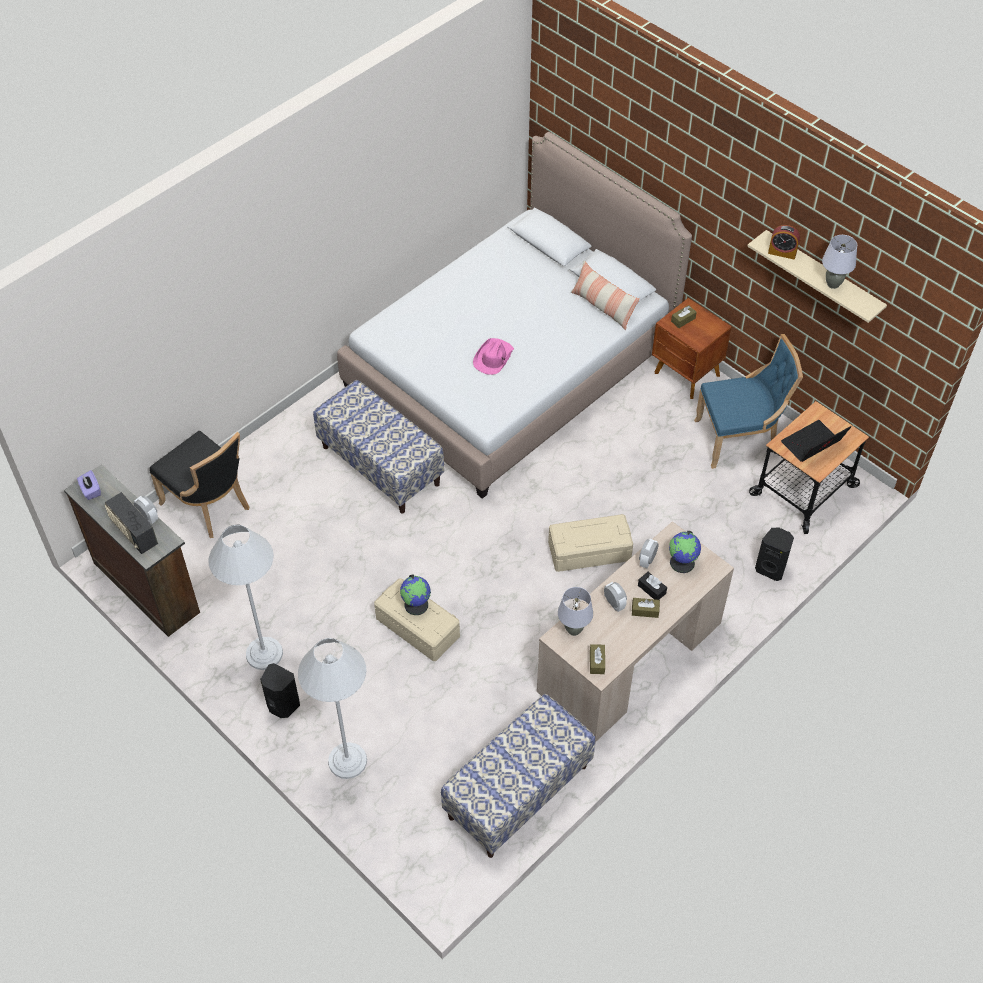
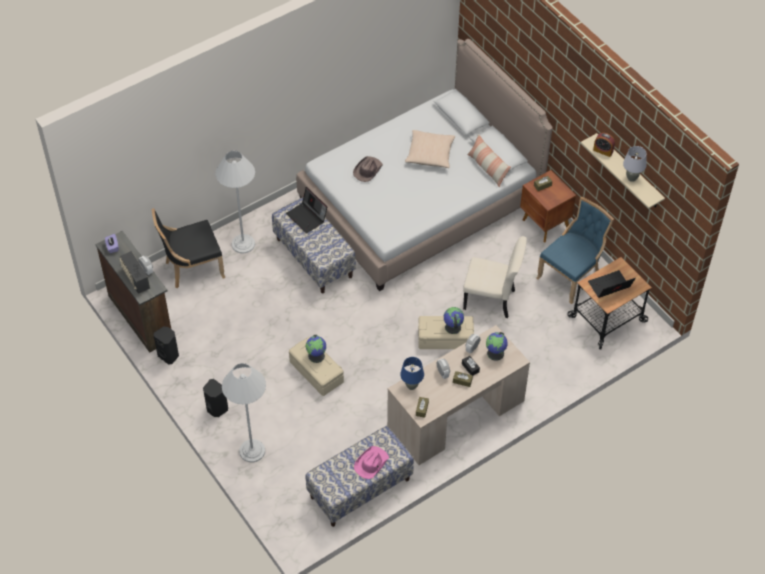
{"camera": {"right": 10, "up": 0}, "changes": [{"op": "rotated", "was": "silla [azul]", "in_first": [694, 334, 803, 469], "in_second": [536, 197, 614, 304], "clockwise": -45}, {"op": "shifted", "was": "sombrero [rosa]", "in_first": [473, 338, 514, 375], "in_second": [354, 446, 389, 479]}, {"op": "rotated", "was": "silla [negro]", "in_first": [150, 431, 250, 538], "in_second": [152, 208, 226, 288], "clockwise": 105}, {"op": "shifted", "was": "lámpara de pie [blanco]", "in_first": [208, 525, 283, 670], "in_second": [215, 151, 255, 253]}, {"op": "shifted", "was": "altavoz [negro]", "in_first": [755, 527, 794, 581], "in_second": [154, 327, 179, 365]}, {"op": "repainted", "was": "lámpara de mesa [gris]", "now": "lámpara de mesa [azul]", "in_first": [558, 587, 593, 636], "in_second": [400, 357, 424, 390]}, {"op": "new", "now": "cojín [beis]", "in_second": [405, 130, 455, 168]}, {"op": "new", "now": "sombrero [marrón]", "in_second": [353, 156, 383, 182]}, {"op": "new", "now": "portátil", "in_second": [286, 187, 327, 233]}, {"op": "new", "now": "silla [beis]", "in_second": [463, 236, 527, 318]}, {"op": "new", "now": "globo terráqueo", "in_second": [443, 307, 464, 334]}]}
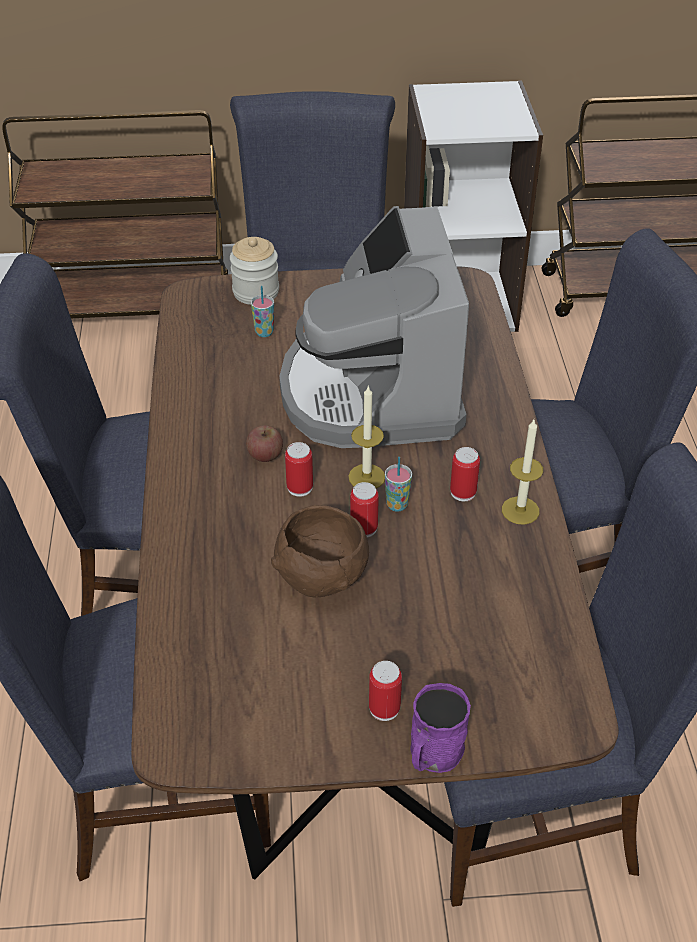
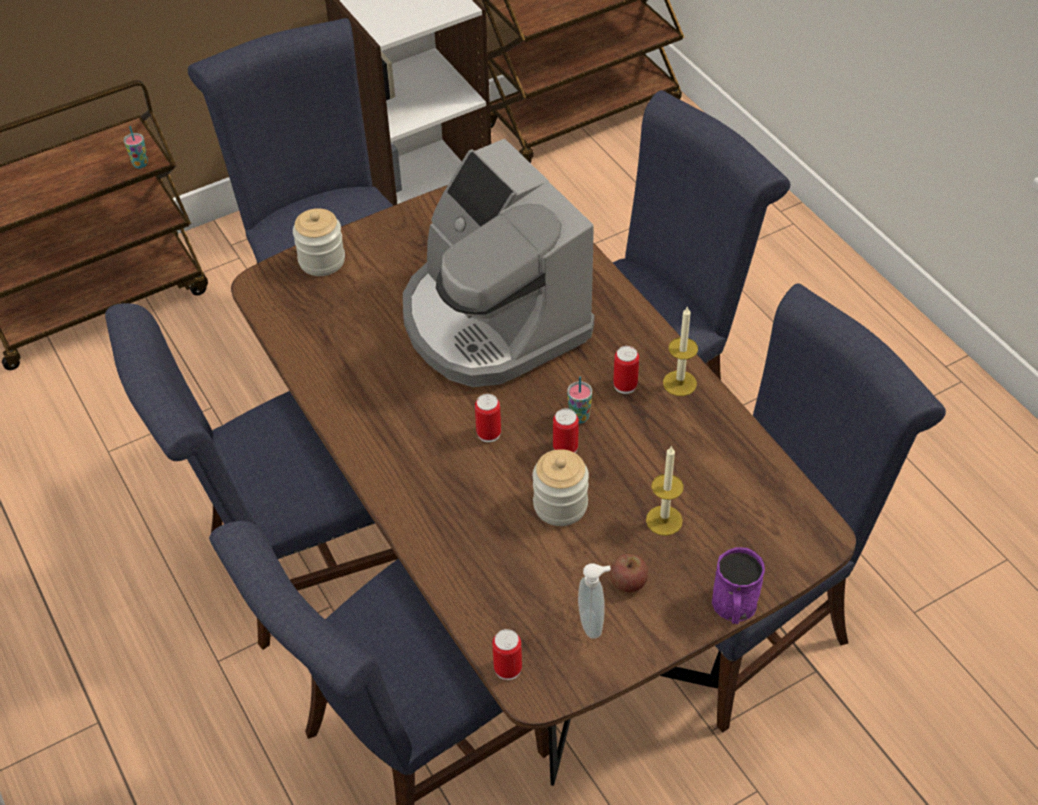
{"camera": {"right": -25, "up": 5}, "changes": [{"op": "shifted", "was": "taza", "in_first": [251, 286, 274, 337], "in_second": [124, 126, 148, 168]}, {"op": "shifted", "was": "vela", "in_first": [348, 385, 385, 488], "in_second": [646, 445, 684, 536]}, {"op": "shifted", "was": "manzana", "in_first": [246, 425, 283, 462], "in_second": [610, 554, 648, 593]}, {"op": "swapped", "was": "cuenco [marrón]", "now": "tarro", "in_first": [271, 505, 369, 598], "in_second": [533, 449, 589, 526]}, {"op": "shifted", "was": "lata", "in_first": [369, 661, 402, 721], "in_second": [492, 629, 522, 680]}, {"op": "new", "now": "dispensador de jabón", "in_second": [578, 563, 611, 639]}]}
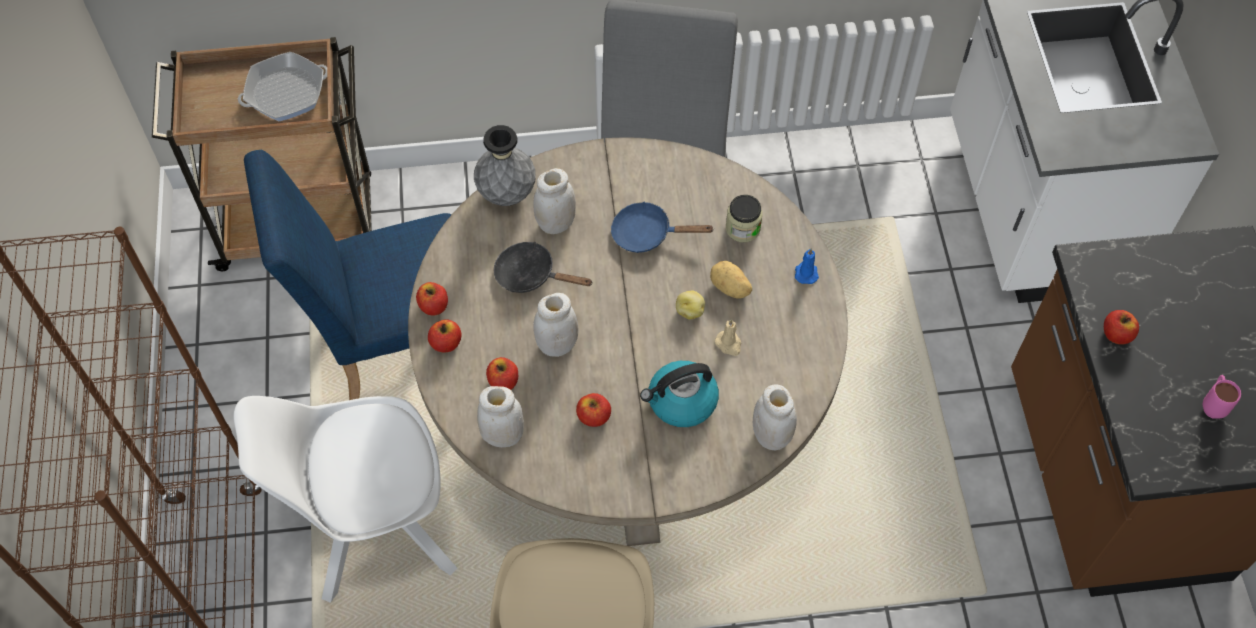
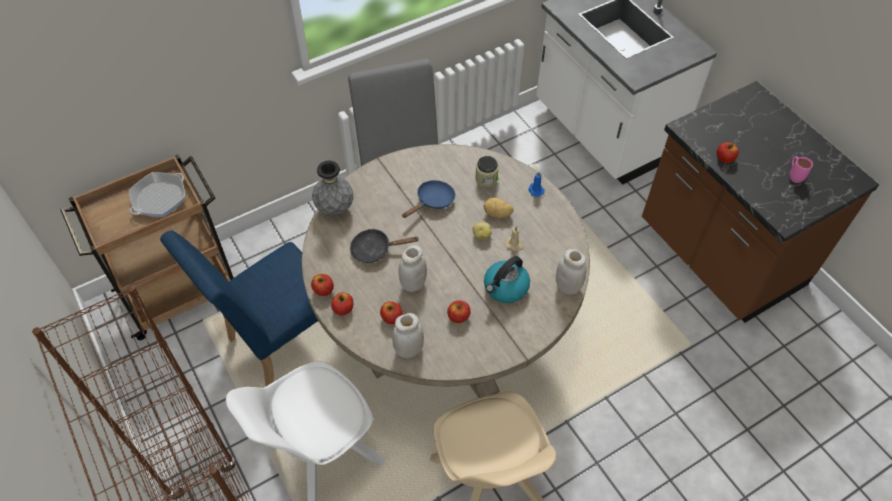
{"camera": {"right": -25, "up": -5}, "changes": [{"op": "gone", "was": "tarro [blanco]", "in_first": [533, 168, 576, 234]}, {"op": "rotated", "was": "sartén [azul]", "in_first": [611, 201, 714, 253], "in_second": [402, 180, 455, 218], "clockwise": 150}]}
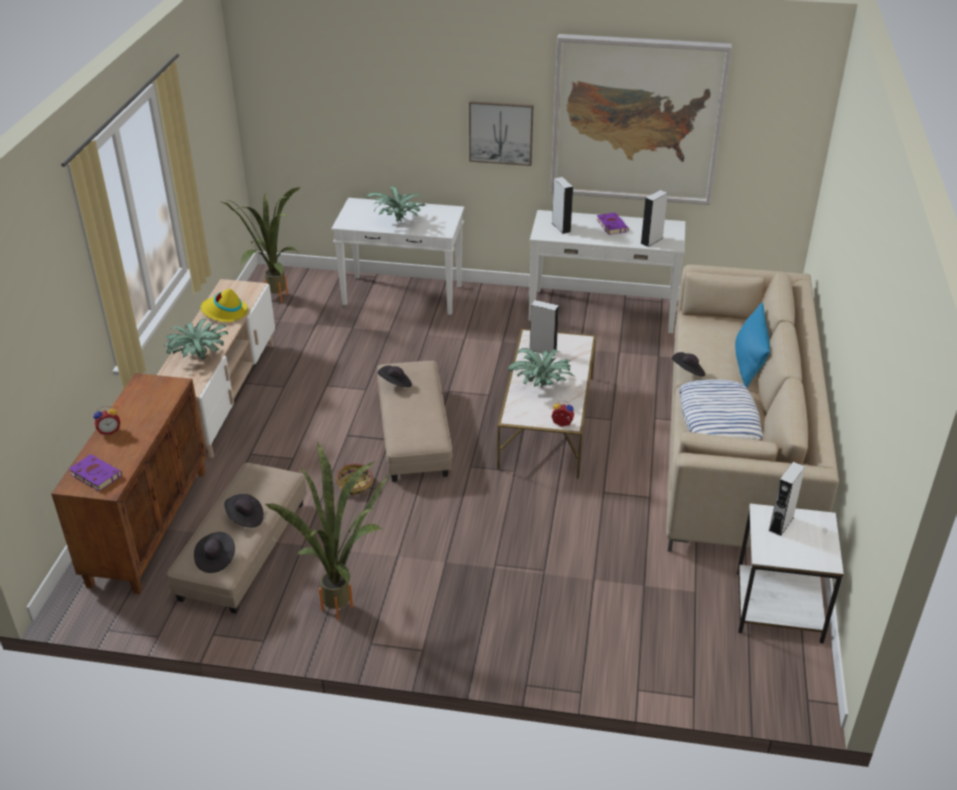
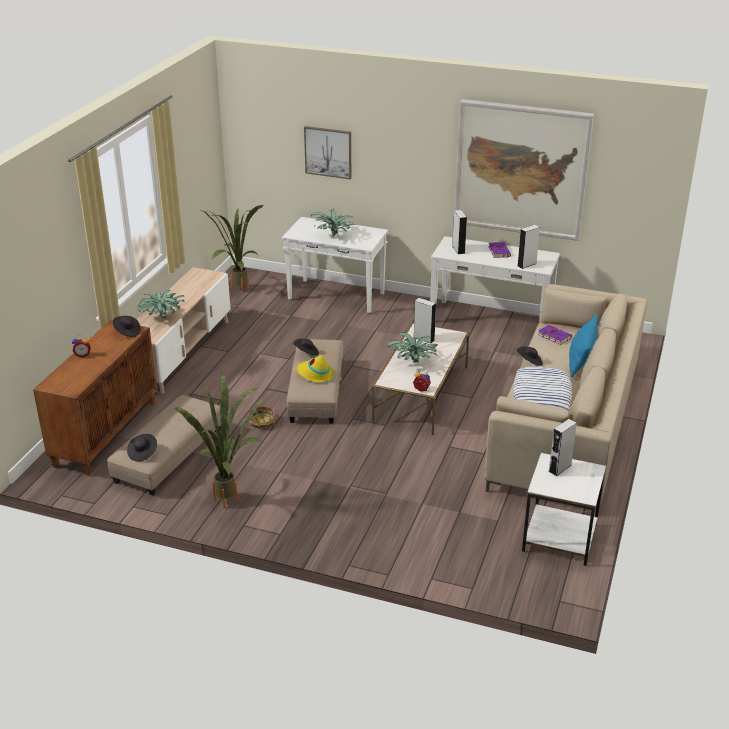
{"camera": {"right": 10, "up": -5}, "changes": [{"op": "shifted", "was": "cuadro", "in_first": [469, 100, 534, 166], "in_second": [304, 126, 351, 179]}, {"op": "shifted", "was": "sombrero [amarillo]", "in_first": [201, 289, 248, 322], "in_second": [297, 355, 334, 382]}, {"op": "shifted", "was": "libro [morado]", "in_first": [69, 454, 122, 491], "in_second": [538, 325, 572, 345]}, {"op": "shifted", "was": "sombrero [negro]", "in_first": [224, 494, 264, 528], "in_second": [113, 316, 141, 337]}]}
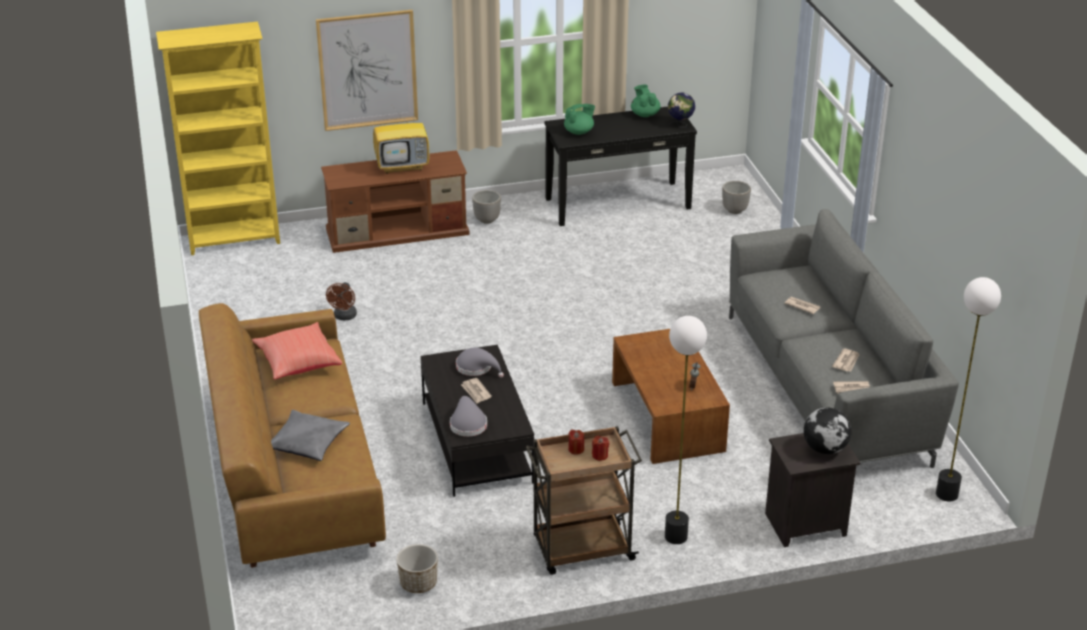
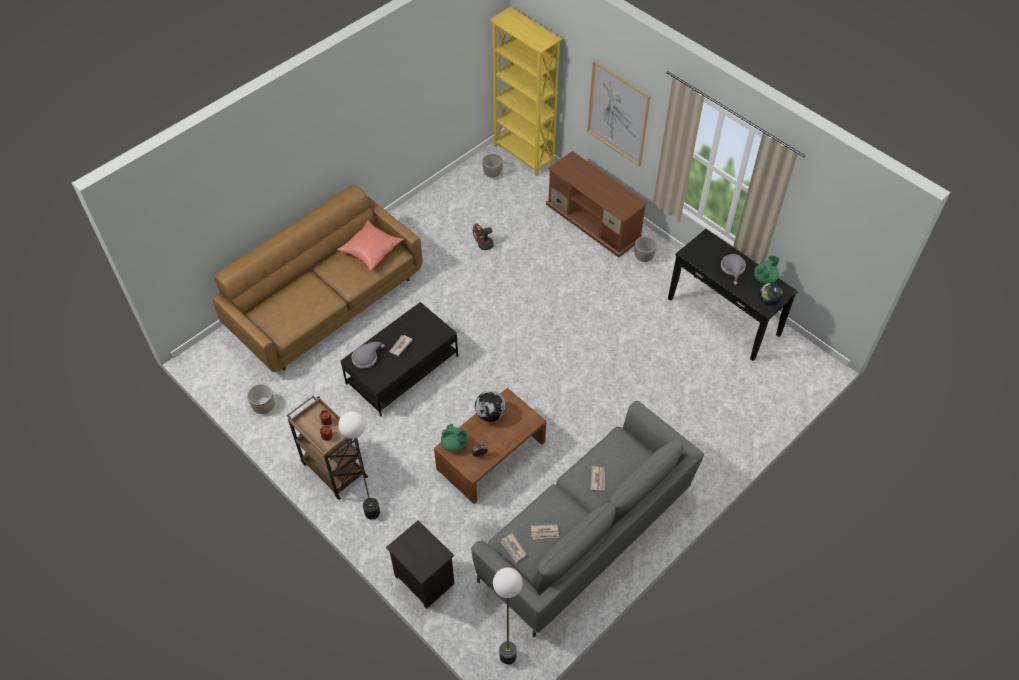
{"camera": {"right": 60, "up": 20}, "changes": [{"op": "shifted", "was": "tetera [verde]", "in_first": [564, 104, 595, 135], "in_second": [441, 424, 469, 452]}, {"op": "gone", "was": "televisor", "in_first": [373, 106, 429, 174]}, {"op": "shifted", "was": "maceta", "in_first": [722, 181, 751, 214], "in_second": [482, 154, 503, 178]}, {"op": "shifted", "was": "sombrero [gris]", "in_first": [456, 348, 504, 378], "in_second": [721, 254, 746, 285]}, {"op": "shifted", "was": "globo terráqueo", "in_first": [804, 408, 851, 454], "in_second": [475, 391, 506, 422]}, {"op": "gone", "was": "cojín [gris]", "in_first": [271, 410, 350, 461]}]}
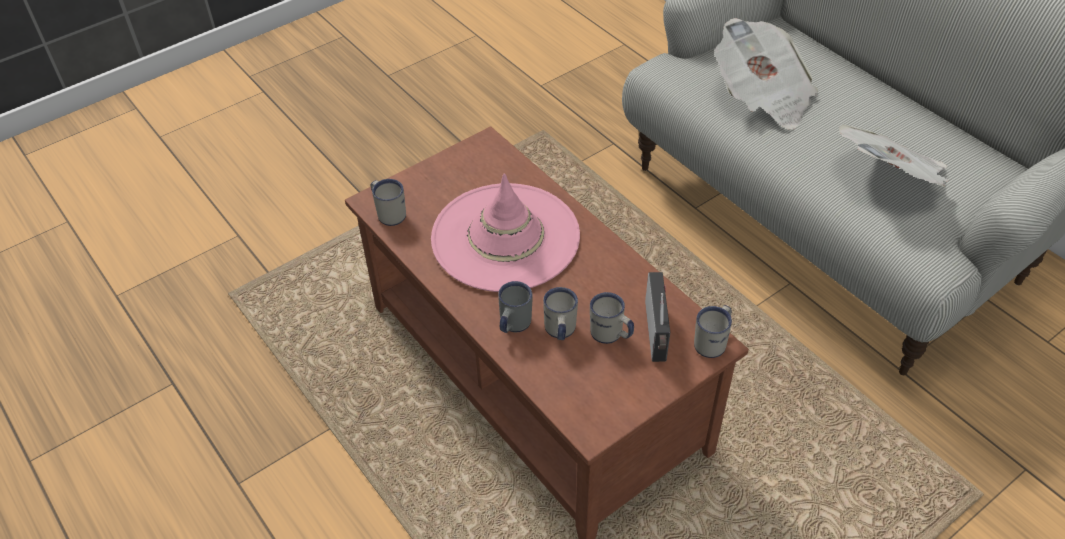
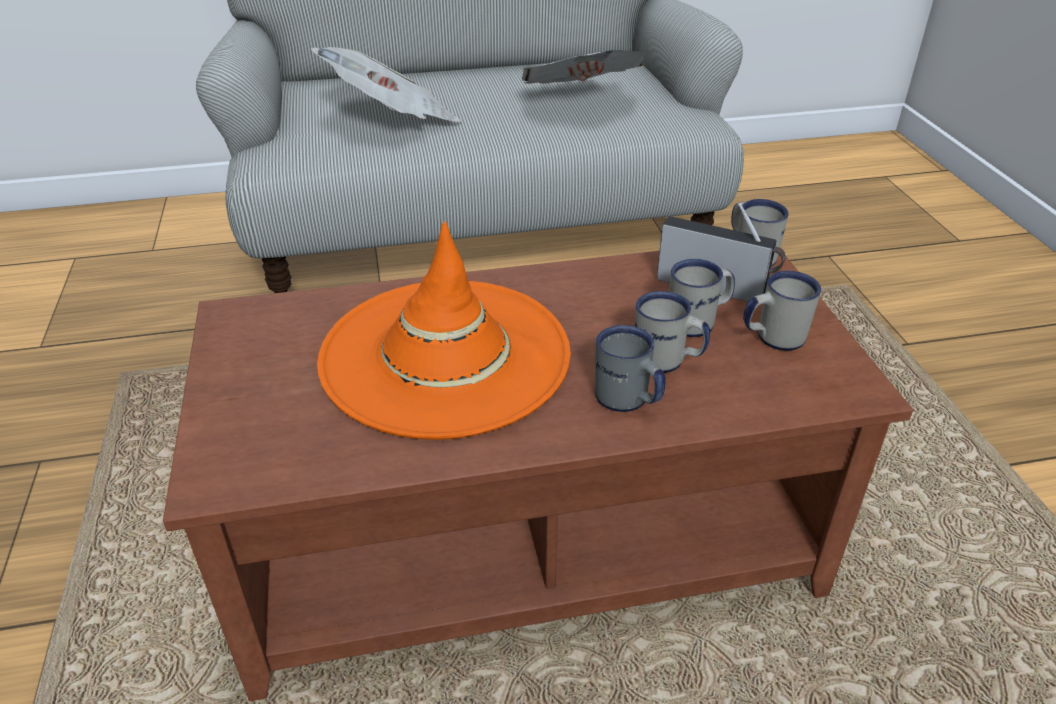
{"camera": {"right": -65, "up": -10}, "changes": [{"op": "repainted", "was": "sombrero [rosa]", "now": "sombrero [naranja]", "in_first": [431, 173, 580, 292], "in_second": [317, 221, 571, 440]}, {"op": "shifted", "was": "taza grande [blanco]", "in_first": [371, 179, 406, 226], "in_second": [743, 271, 821, 351]}]}
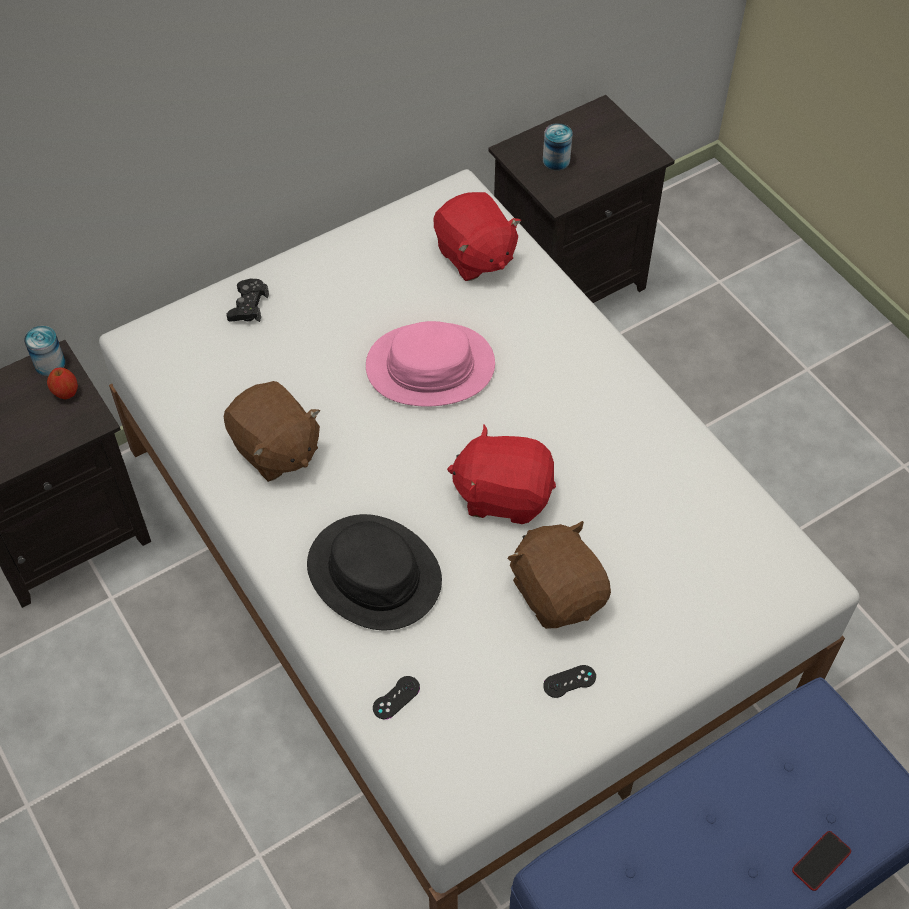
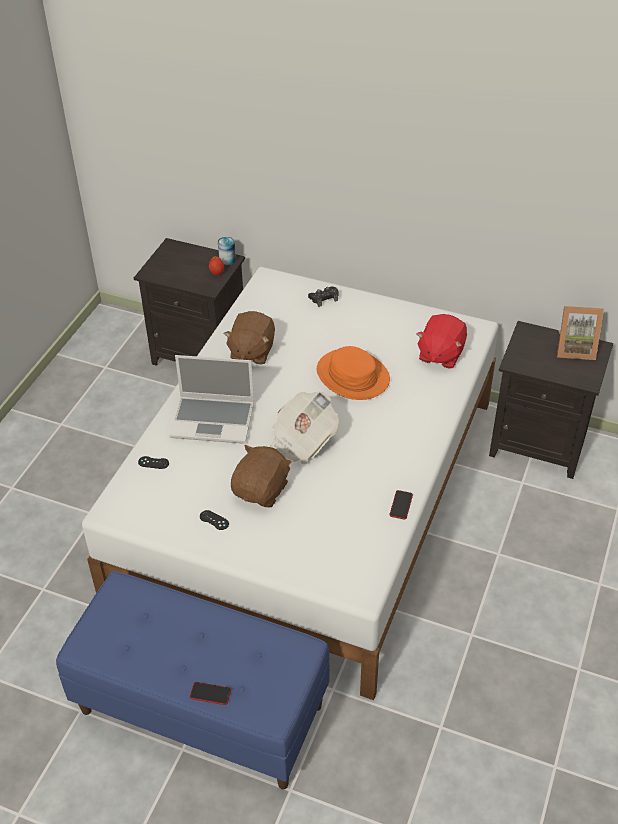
{"camera": {"right": 55, "up": -10}, "changes": [{"op": "gone", "was": "lata", "in_first": [543, 123, 573, 170]}, {"op": "repainted", "was": "sombrero [rosa]", "now": "sombrero [naranja]", "in_first": [366, 321, 495, 407], "in_second": [317, 346, 390, 400]}, {"op": "swapped", "was": "peluche [rojo]", "now": "periódico", "in_first": [447, 424, 556, 524], "in_second": [269, 392, 339, 464]}, {"op": "swapped", "was": "sombrero [negro]", "now": "portátil", "in_first": [307, 514, 442, 630], "in_second": [169, 355, 254, 444]}, {"op": "new", "now": "portarretratos", "in_second": [557, 306, 604, 360]}, {"op": "new", "now": "móvil", "in_second": [389, 490, 413, 520]}]}
